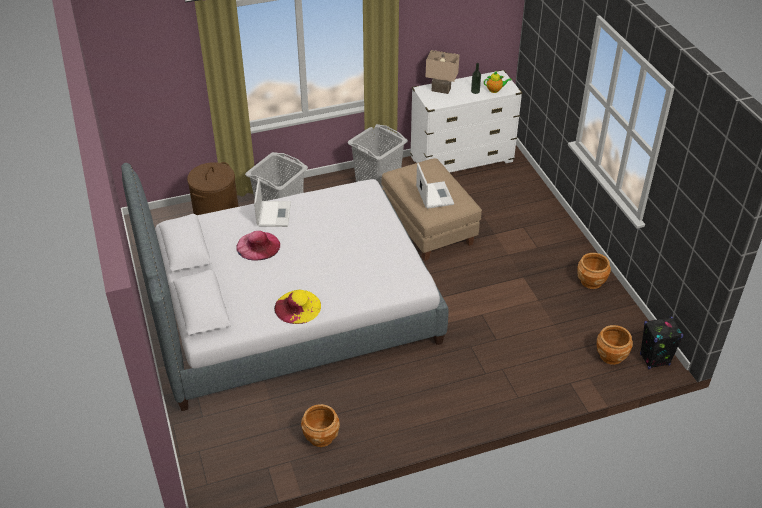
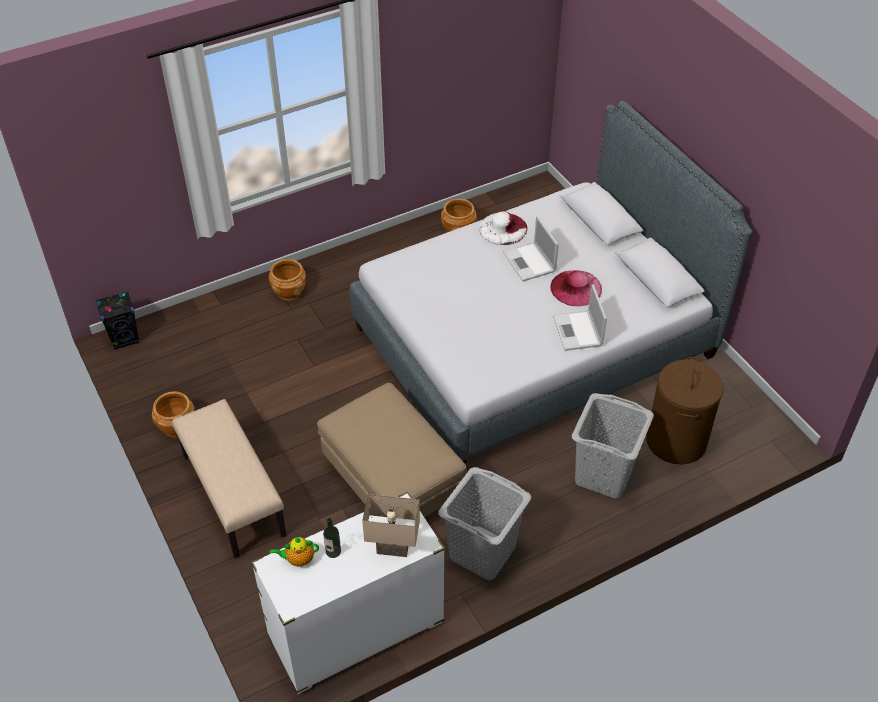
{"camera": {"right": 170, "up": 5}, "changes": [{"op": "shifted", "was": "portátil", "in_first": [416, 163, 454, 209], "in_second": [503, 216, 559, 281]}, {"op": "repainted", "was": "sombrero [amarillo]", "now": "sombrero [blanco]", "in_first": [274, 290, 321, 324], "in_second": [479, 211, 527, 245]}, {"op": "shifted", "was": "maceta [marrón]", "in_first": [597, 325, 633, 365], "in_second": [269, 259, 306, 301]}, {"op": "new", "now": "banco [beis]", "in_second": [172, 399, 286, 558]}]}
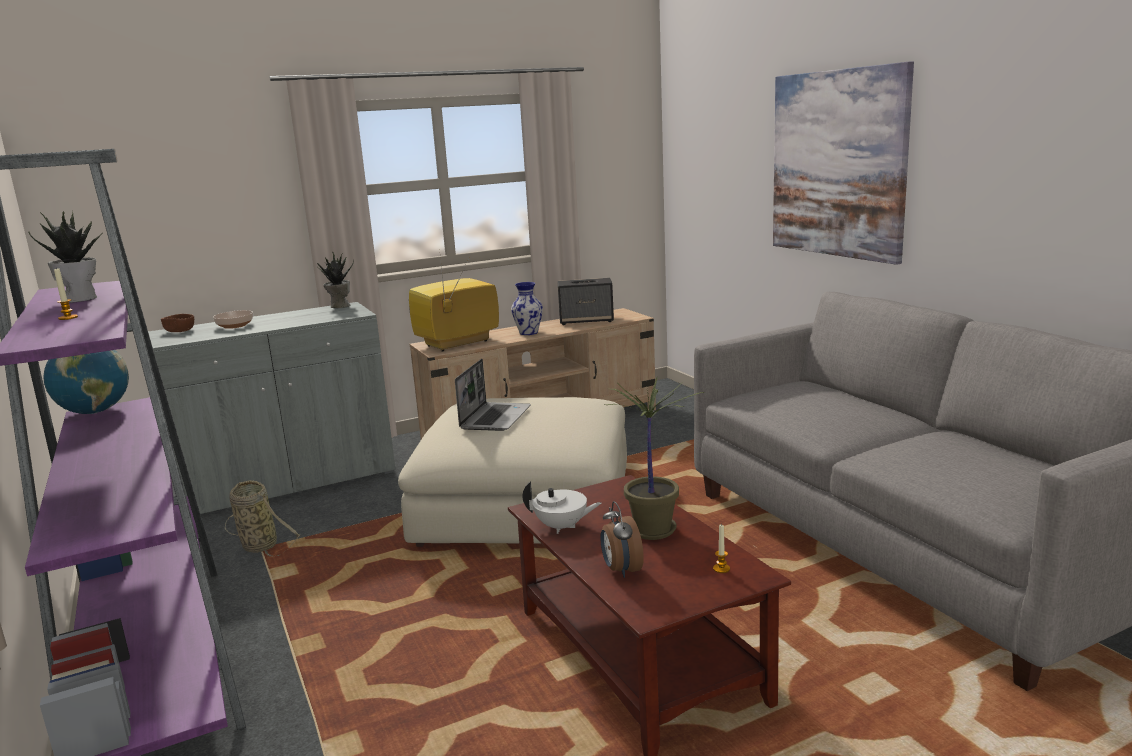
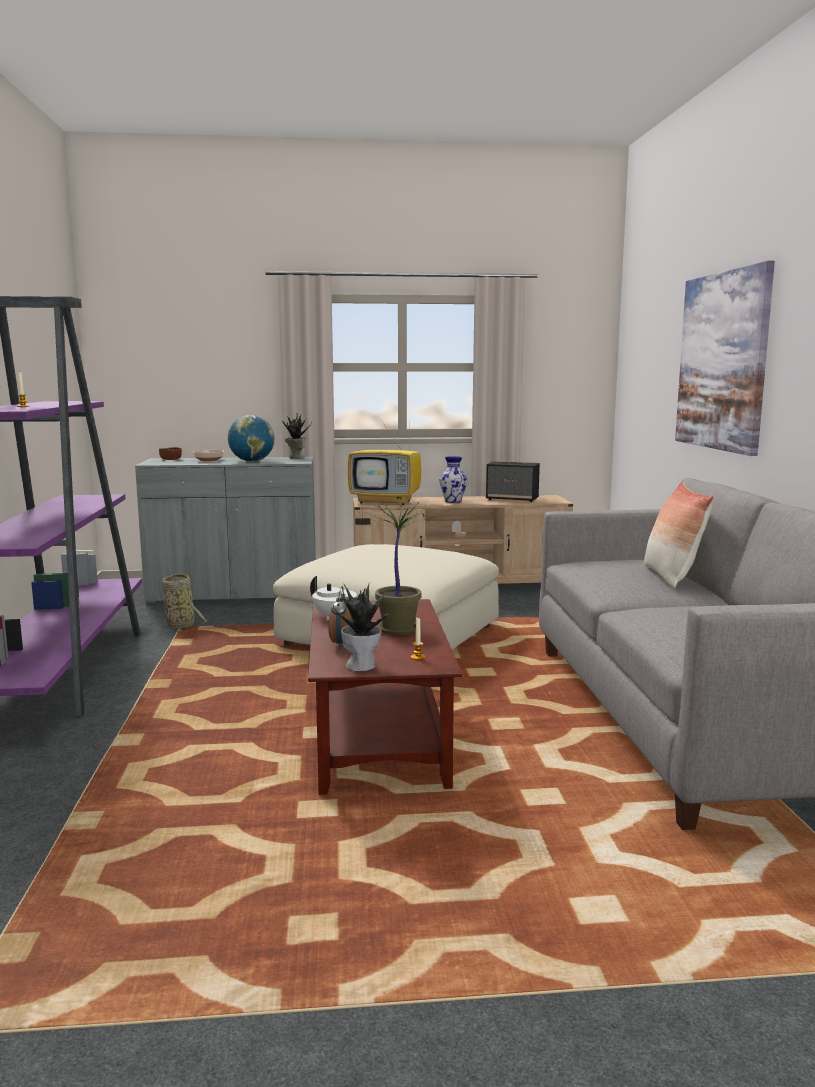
{"camera": {"right": 20, "up": -5}, "changes": [{"op": "shifted", "was": "planta en maceta", "in_first": [29, 211, 103, 303], "in_second": [333, 583, 395, 671]}, {"op": "rotated", "was": "televisor", "in_first": [409, 252, 499, 352], "in_second": [348, 415, 421, 505], "clockwise": -150}, {"op": "shifted", "was": "globo terráqueo", "in_first": [43, 350, 129, 414], "in_second": [228, 415, 275, 462]}, {"op": "gone", "was": "portátil", "in_first": [455, 359, 531, 431]}, {"op": "new", "now": "cojín", "in_second": [644, 481, 714, 588]}]}
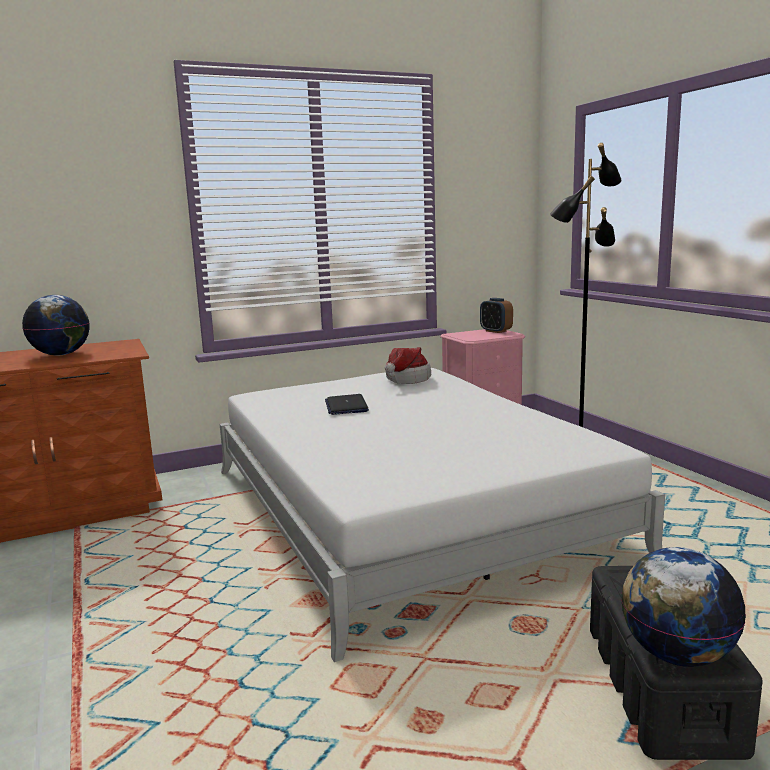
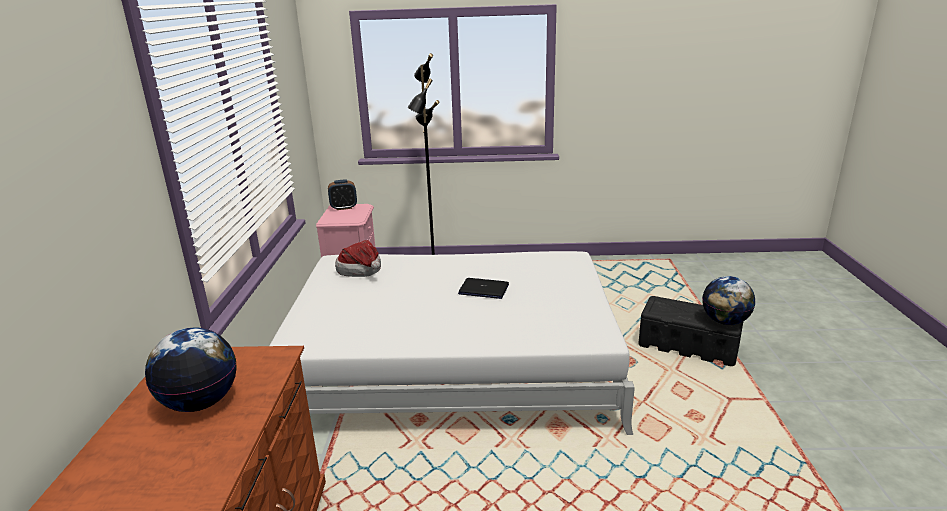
{"camera": {"right": -65, "up": 10}, "changes": [{"op": "shifted", "was": "portátil", "in_first": [325, 394, 369, 415], "in_second": [458, 278, 509, 299]}]}
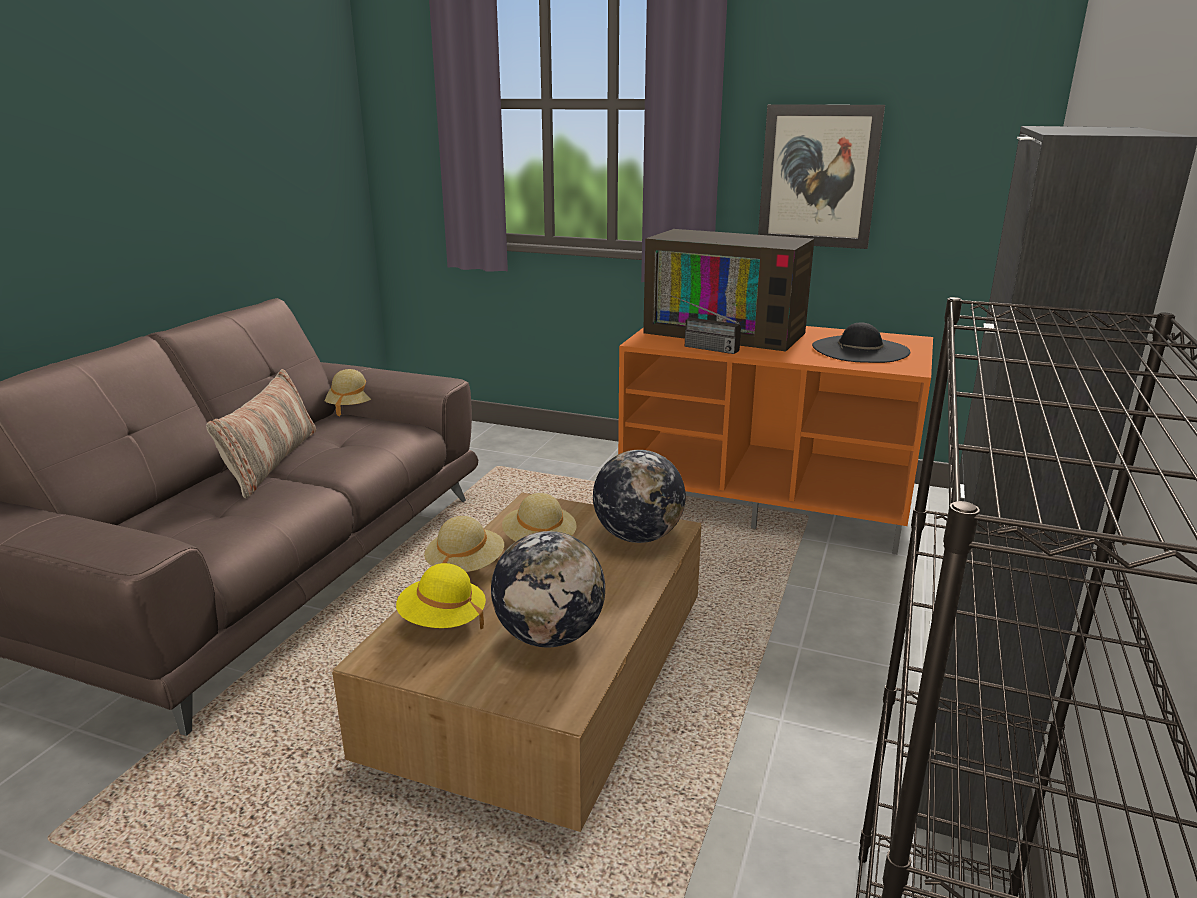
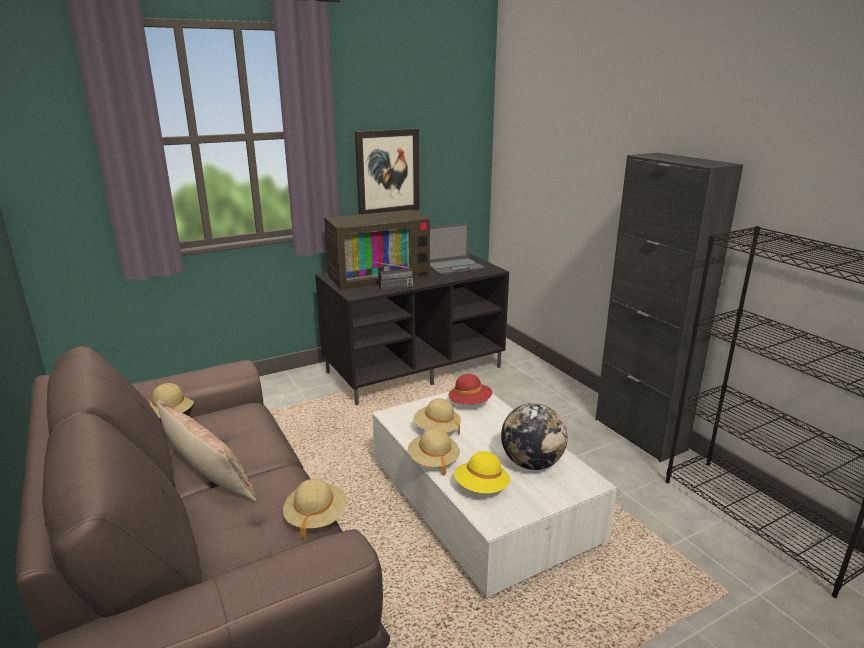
{"camera": {"right": -50, "up": 0}, "changes": [{"op": "swapped", "was": "sombrero [negro]", "now": "portátil", "in_first": [812, 322, 910, 363], "in_second": [430, 223, 485, 275]}, {"op": "repainted", "was": "mueble de televisión [naranja]", "now": "mueble de televisión [negro]", "in_first": [618, 326, 933, 555], "in_second": [315, 254, 509, 405]}, {"op": "swapped", "was": "globo terráqueo", "now": "sombrero [rojo]", "in_first": [593, 450, 686, 543], "in_second": [448, 374, 492, 404]}, {"op": "repainted", "was": "mesa de centro [marrón]", "now": "mesa de centro [blanco]", "in_first": [332, 493, 702, 832], "in_second": [373, 391, 617, 597]}, {"op": "new", "now": "sombrero [beis]", "in_second": [283, 479, 346, 540]}]}
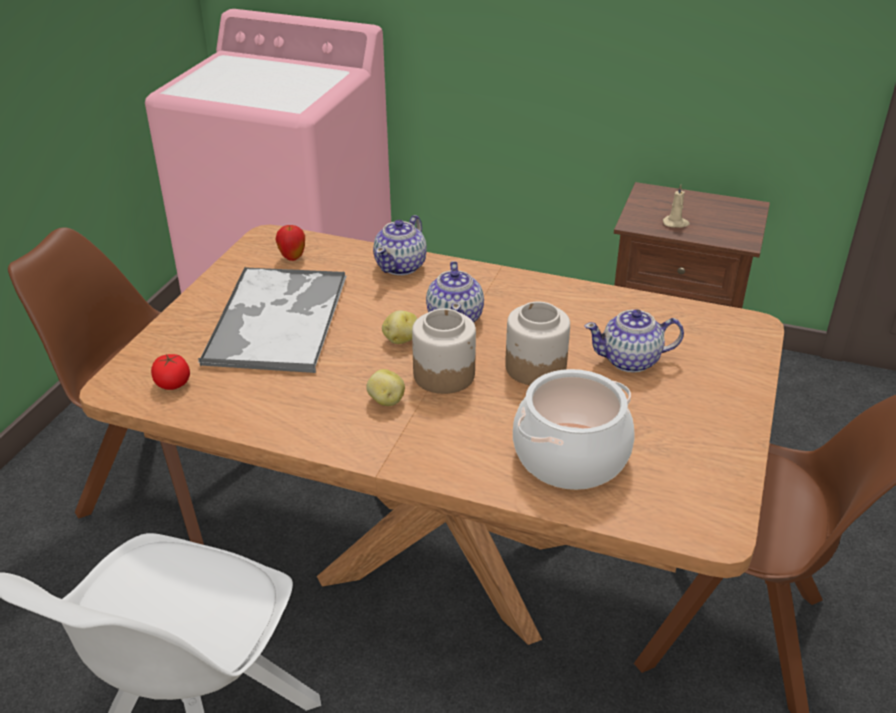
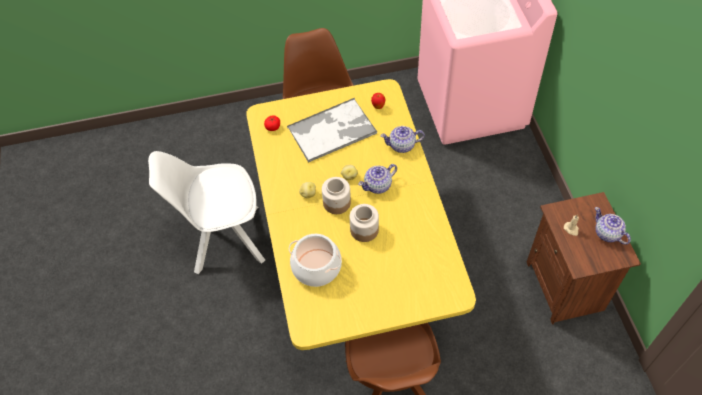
{"camera": {"right": 60, "up": 20}, "changes": [{"op": "repainted", "was": "mesa de comedor [marrón]", "now": "mesa de comedor [amarillo]", "in_first": [79, 225, 784, 645], "in_second": [247, 79, 476, 350]}, {"op": "shifted", "was": "tetera", "in_first": [584, 309, 684, 373], "in_second": [595, 207, 631, 245]}]}
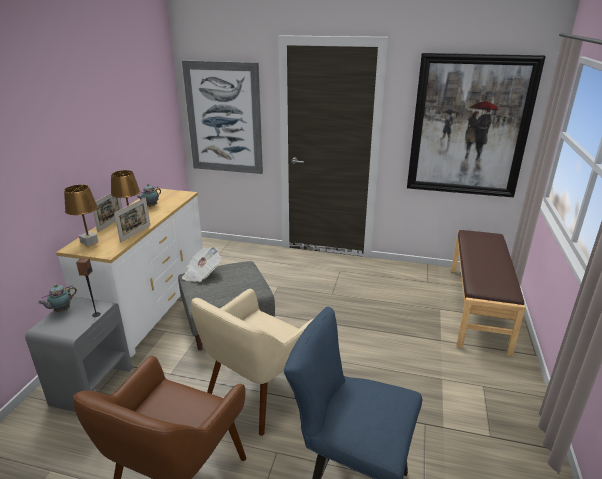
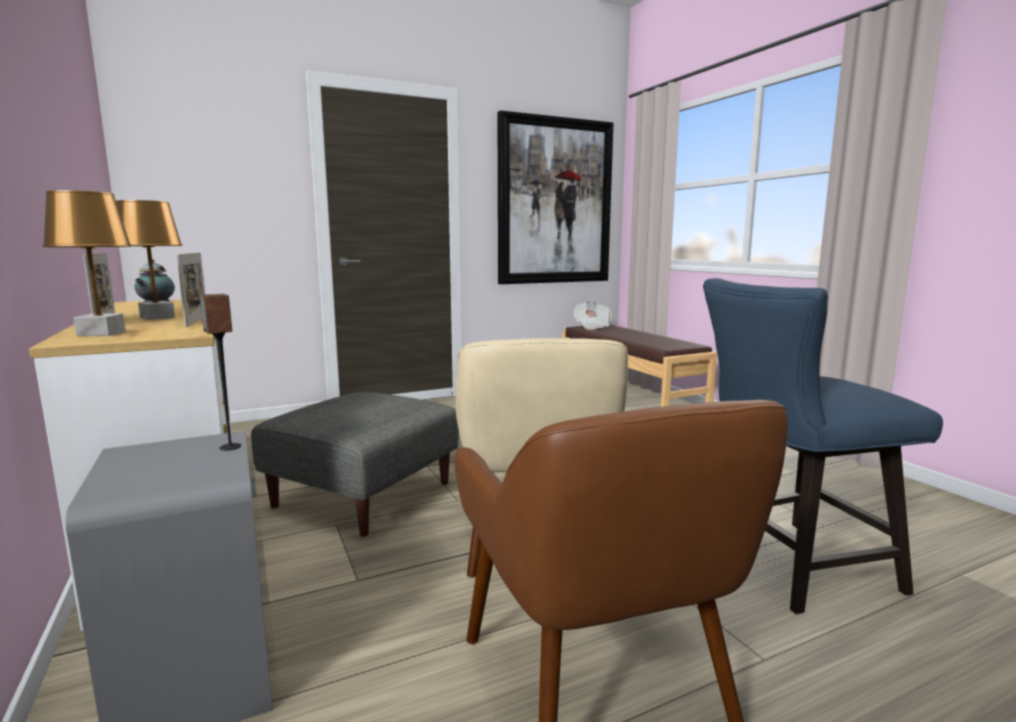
{"camera": {"right": -40, "up": -15}, "changes": [{"op": "gone", "was": "cuadro", "in_first": [182, 60, 263, 174]}, {"op": "shifted", "was": "periódico", "in_first": [182, 247, 221, 282], "in_second": [572, 301, 612, 330]}, {"op": "gone", "was": "tetera", "in_first": [38, 284, 77, 312]}]}
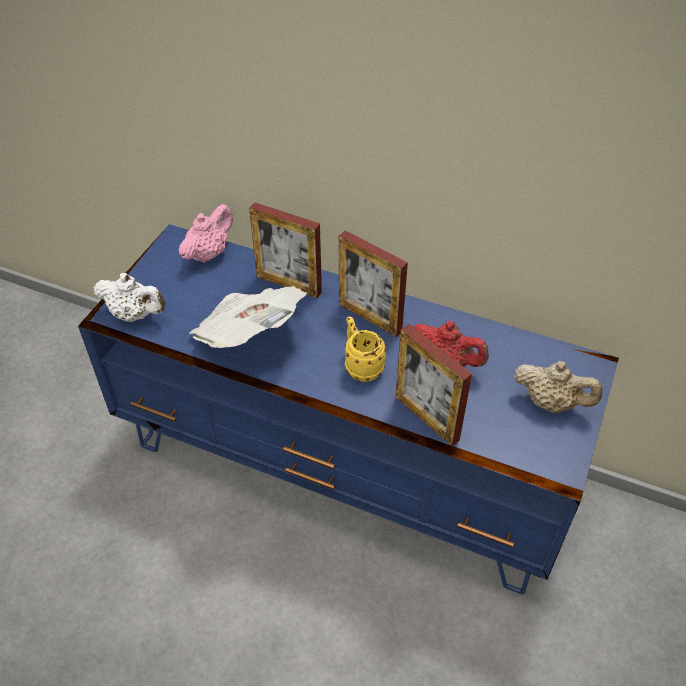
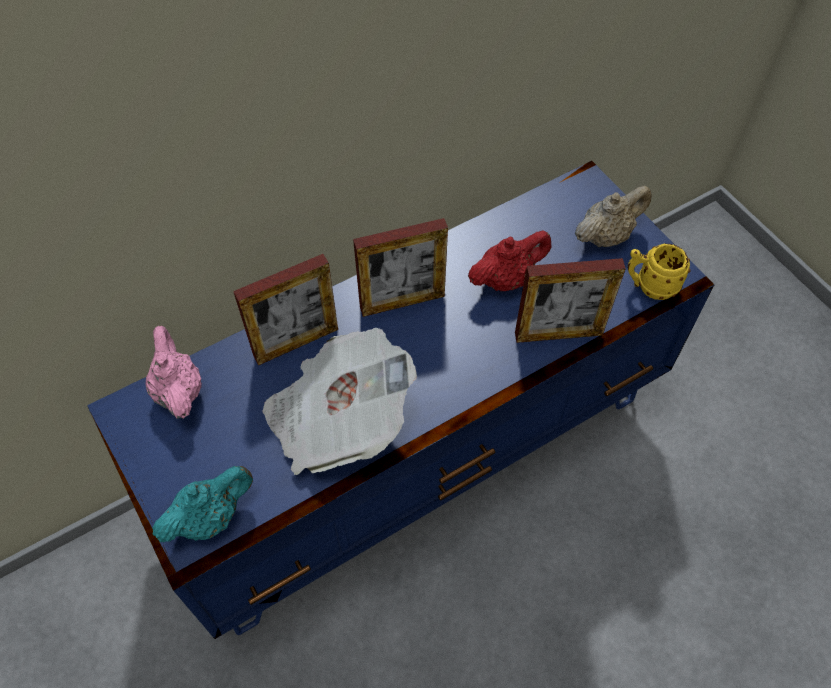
{"camera": {"right": -55, "up": 10}, "changes": [{"op": "repainted", "was": "tetera [blanco]", "now": "tetera [turquesa]", "in_first": [94, 273, 166, 322], "in_second": [152, 466, 253, 543]}, {"op": "shifted", "was": "taza grande [amarillo]", "in_first": [344, 316, 387, 382], "in_second": [628, 244, 691, 300]}]}
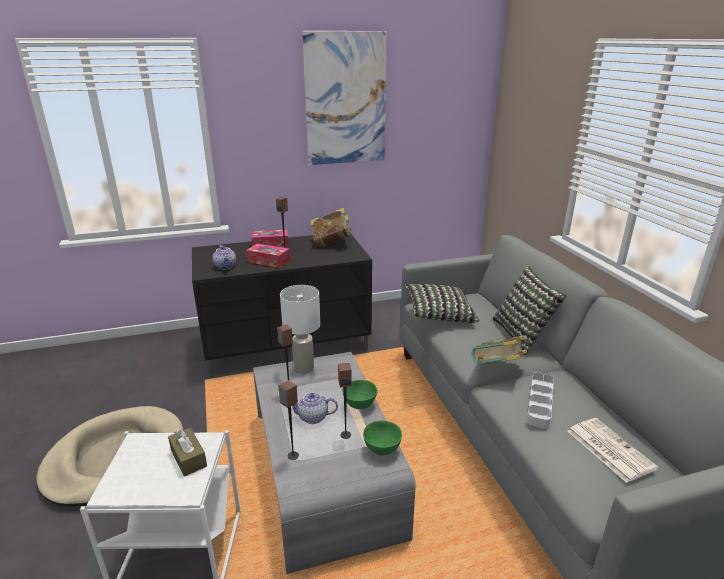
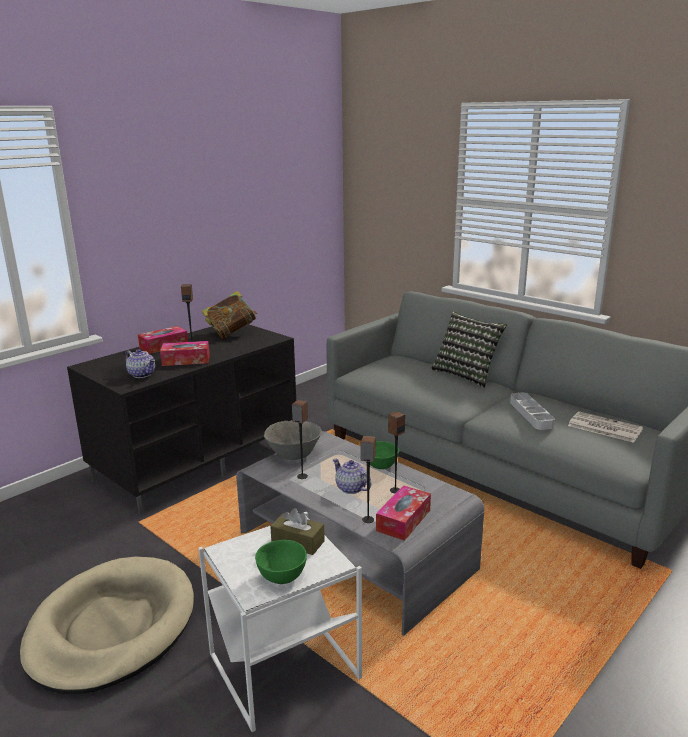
{"camera": {"right": -30, "up": -5}, "changes": [{"op": "gone", "was": "cuadro", "in_first": [302, 31, 387, 165]}, {"op": "gone", "was": "cojín", "in_first": [405, 284, 479, 323]}, {"op": "swapped", "was": "lámpara de mesa [blanco]", "now": "cuenco [gris]", "in_first": [280, 285, 320, 374], "in_second": [264, 420, 322, 460]}, {"op": "gone", "was": "libro", "in_first": [472, 336, 527, 364]}, {"op": "rotated", "was": "tetera", "in_first": [292, 392, 338, 424], "in_second": [333, 459, 371, 494], "clockwise": 75}, {"op": "shifted", "was": "cuenco [verde]", "in_first": [363, 421, 402, 456], "in_second": [255, 540, 307, 584]}, {"op": "new", "now": "caja de pañuelos", "in_second": [376, 485, 431, 541]}]}
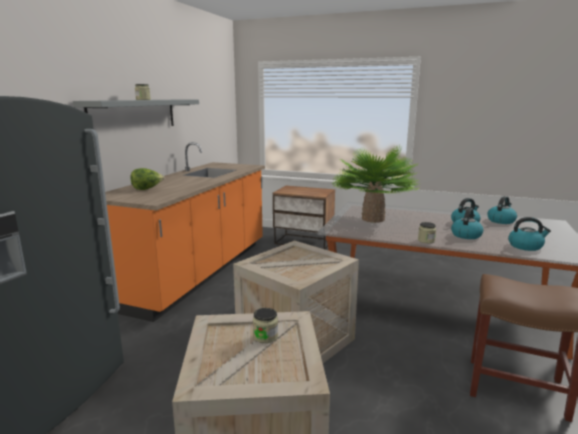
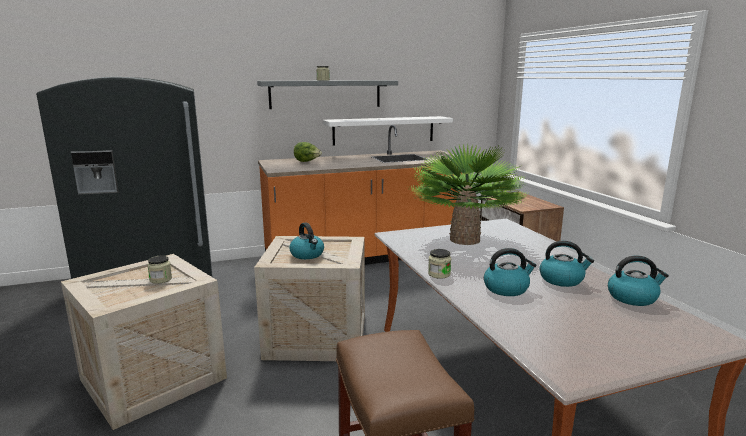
{"camera": {"right": 50, "up": 0}, "changes": [{"op": "shifted", "was": "hervidor", "in_first": [508, 217, 551, 251], "in_second": [289, 223, 324, 259]}, {"op": "new", "now": "estante [blanco]", "in_second": [323, 116, 453, 146]}]}
